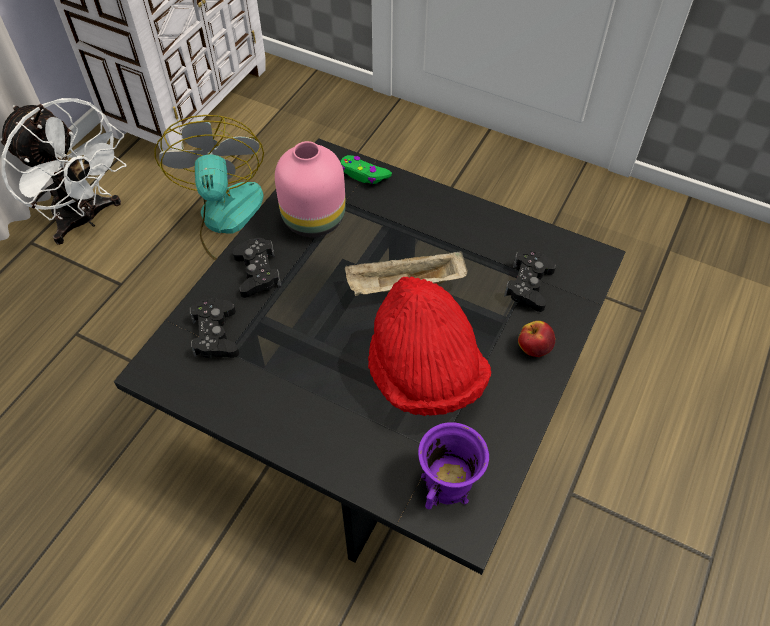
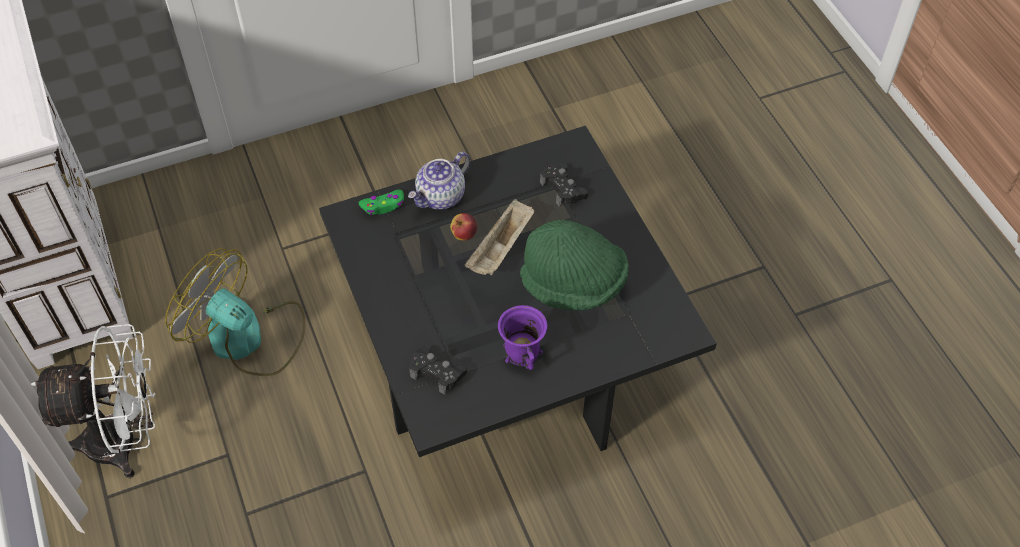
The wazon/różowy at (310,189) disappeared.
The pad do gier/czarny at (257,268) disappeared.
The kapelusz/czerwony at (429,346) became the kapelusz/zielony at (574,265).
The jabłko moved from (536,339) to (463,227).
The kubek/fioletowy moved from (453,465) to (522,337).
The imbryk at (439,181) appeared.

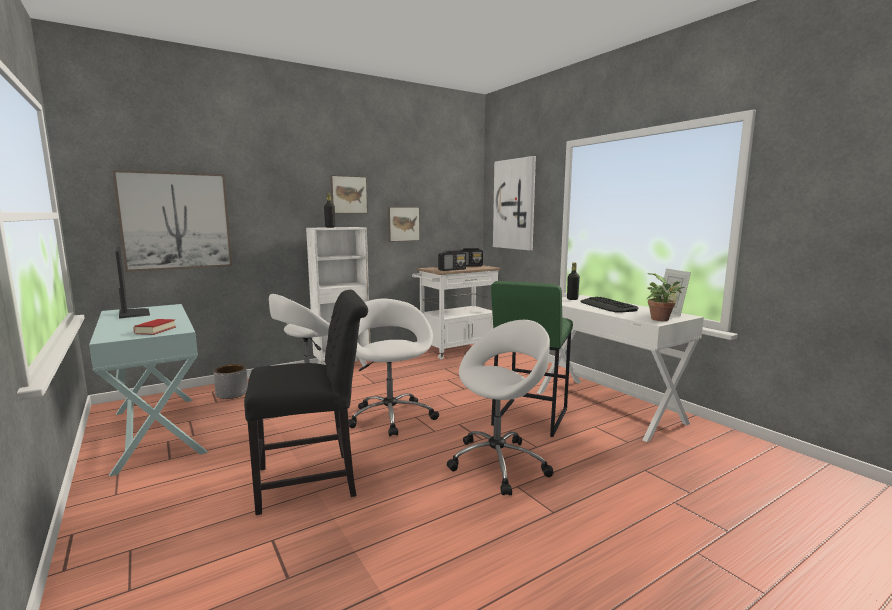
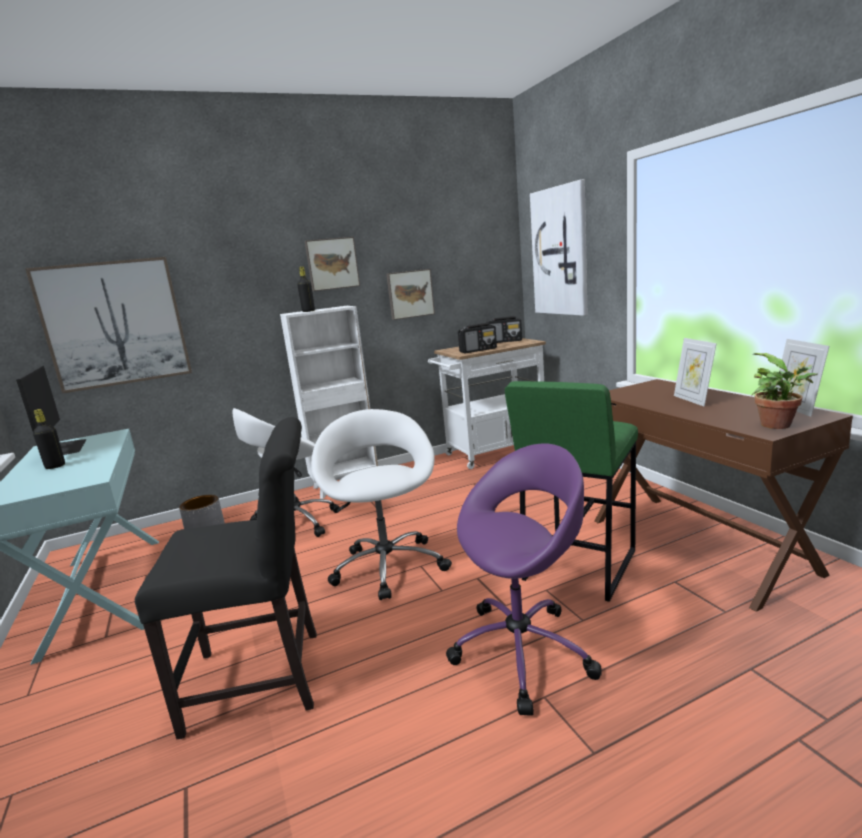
The butelka/czarny moved from (573,281) to (49,439).
The biurko/biały at (620,368) became the biurko/brązowy at (723,495).
The klawiatura at (609,304) was replaced by the ramka na zdjęcie at (695,372).
The książka at (154,327) disappeared.
The krzesło biurowe/biały at (500,407) became the krzesło biurowe/fioletowy at (524,579).

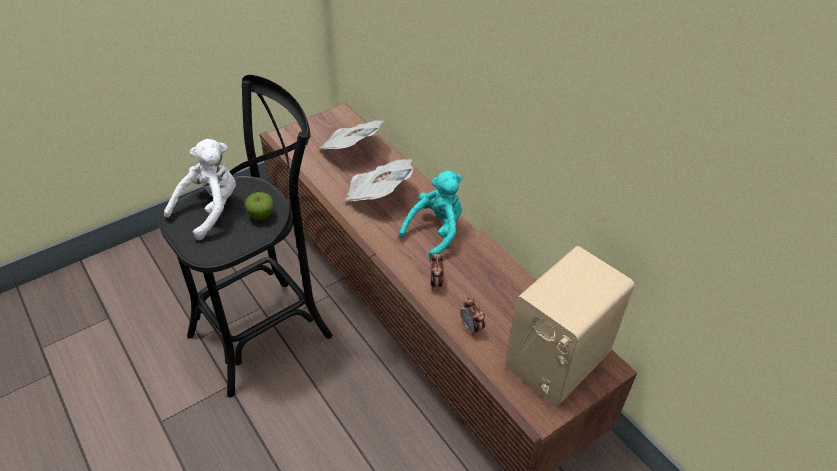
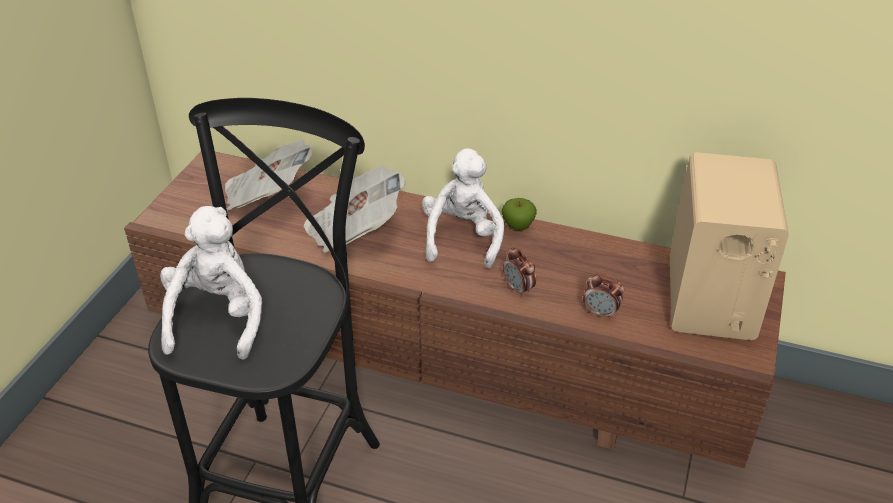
The pluszak/turkusowy at (430,215) became the pluszak/biały at (463,208).
The jabłko moved from (259,206) to (519,214).

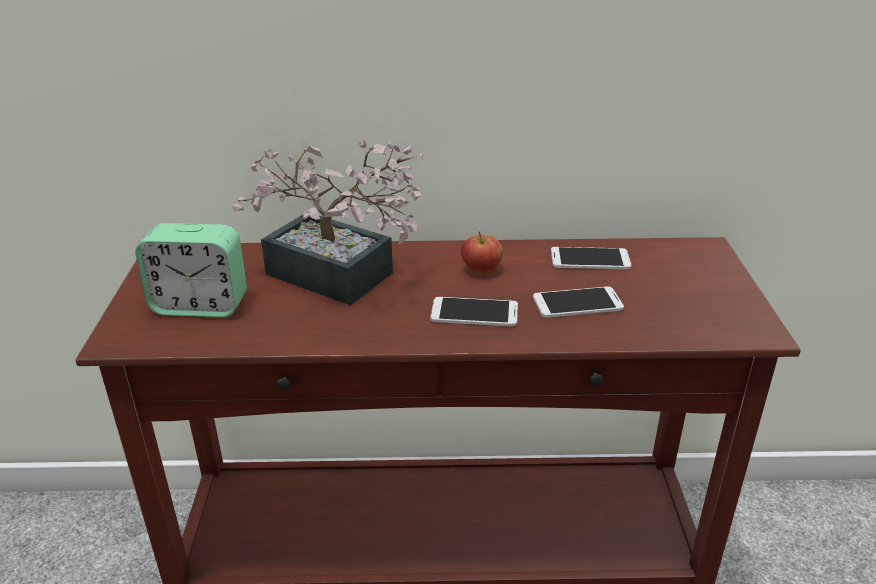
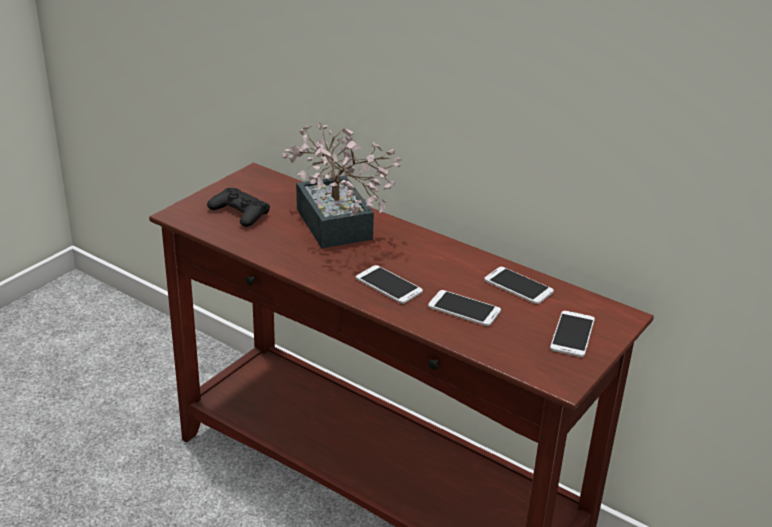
The budzik at (191,270) was replaced by the pad do gier/czarny at (238,207).
The jabłko at (482,252) disappeared.
The telefon at (572,334) appeared.

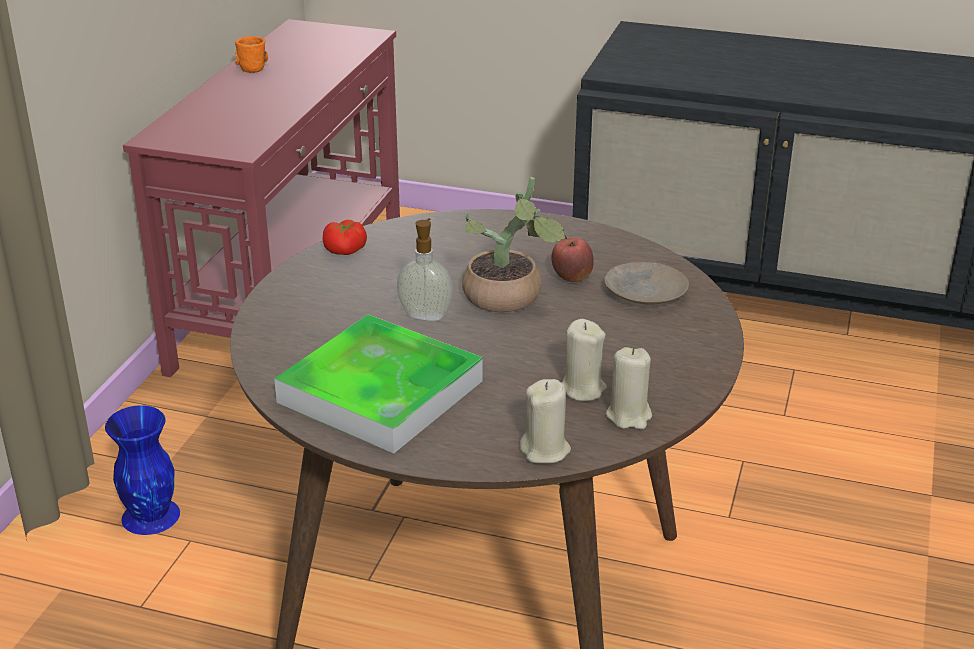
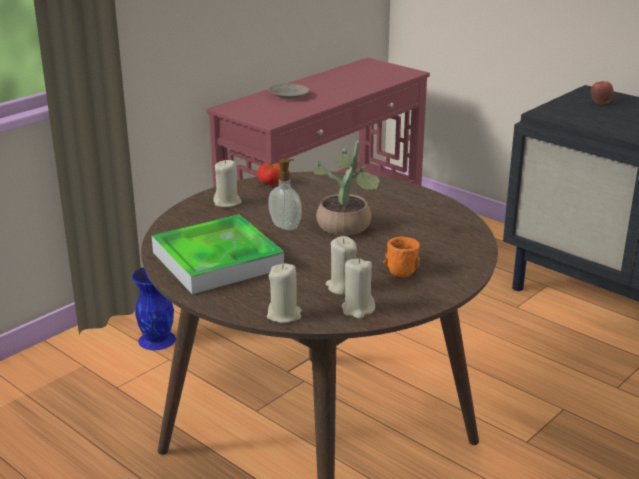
The kubek/pomarańczowy moved from (251,54) to (401,257).
The jabłko moved from (572,259) to (602,92).
The talerz/beżowy moved from (646,283) to (289,91).
The świeca/beżowy at (228,183) appeared.

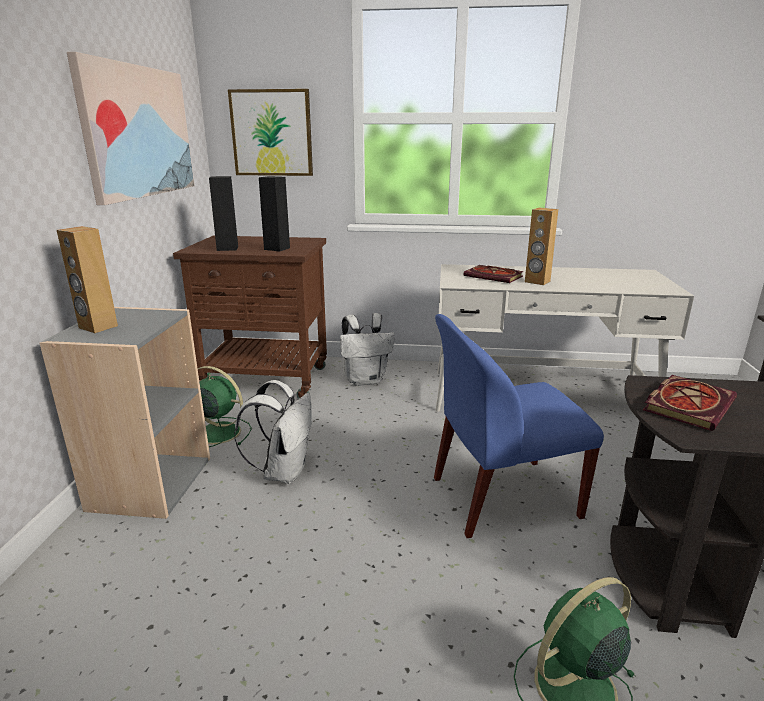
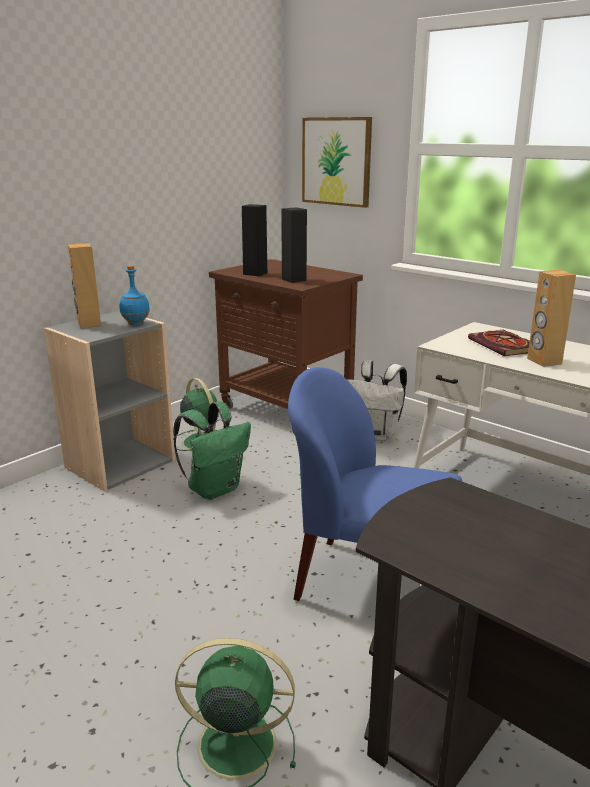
The obraz at (130,128) disappeared.
The książka at (690,403) disappeared.
The plecak/biały at (273,432) became the plecak/zielony at (212,450).
The butelka/niebieski at (135,295) appeared.

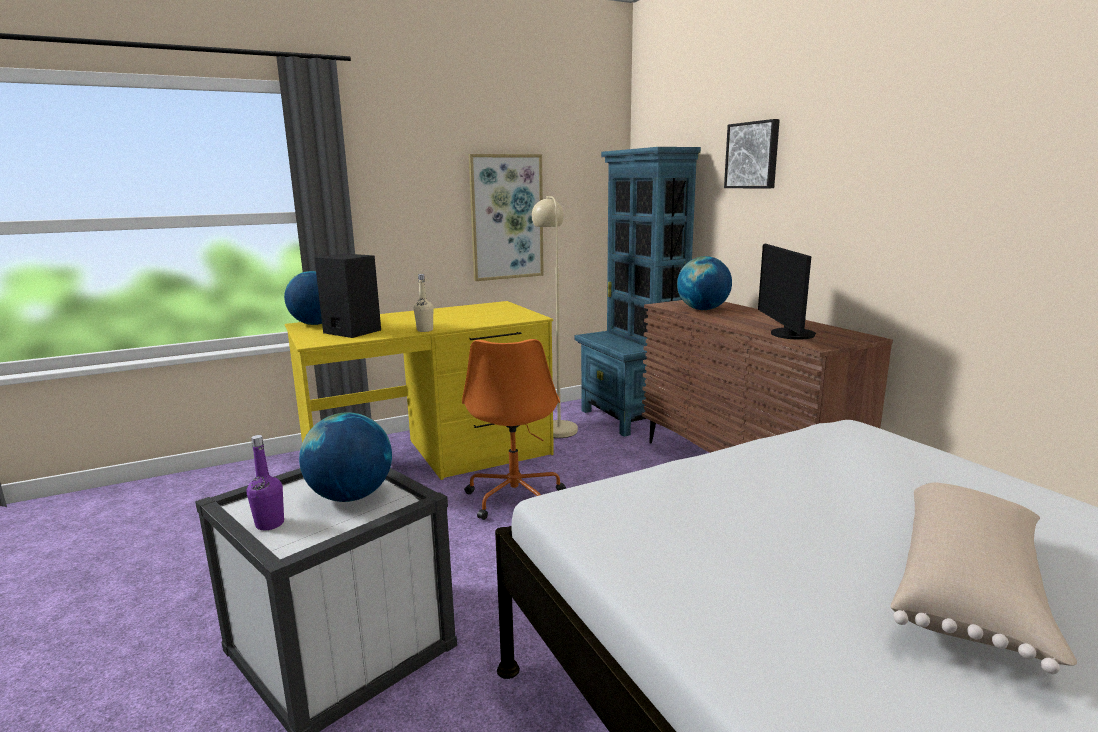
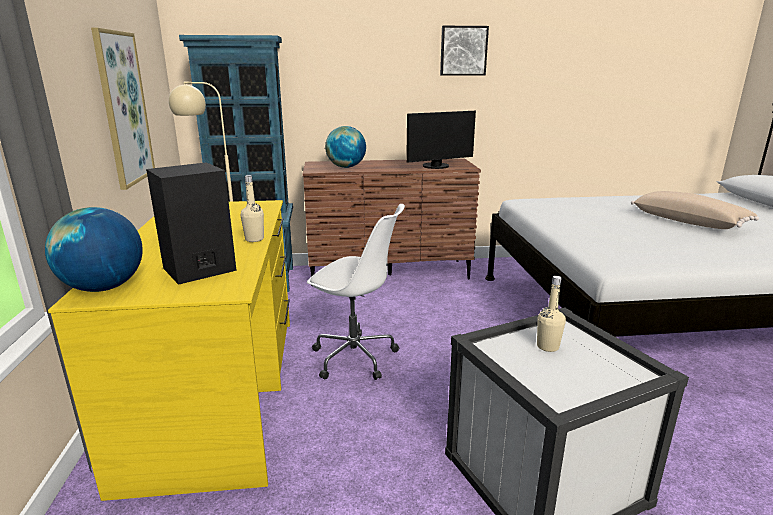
The obraz moved from (752,153) to (464,51).
The monitor at (787,291) turned 45 degrees counterclockwise.
The krzesło biurowe/pomarańczowy at (514,429) became the krzesło biurowe/biały at (356,292).
The globus at (345,457) was replaced by the butelka/beżowy at (551,314).
The butelka/fioletowy at (265,482) disappeared.

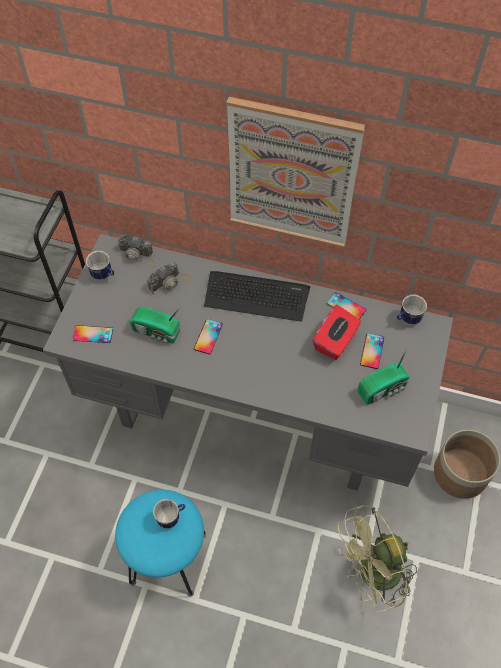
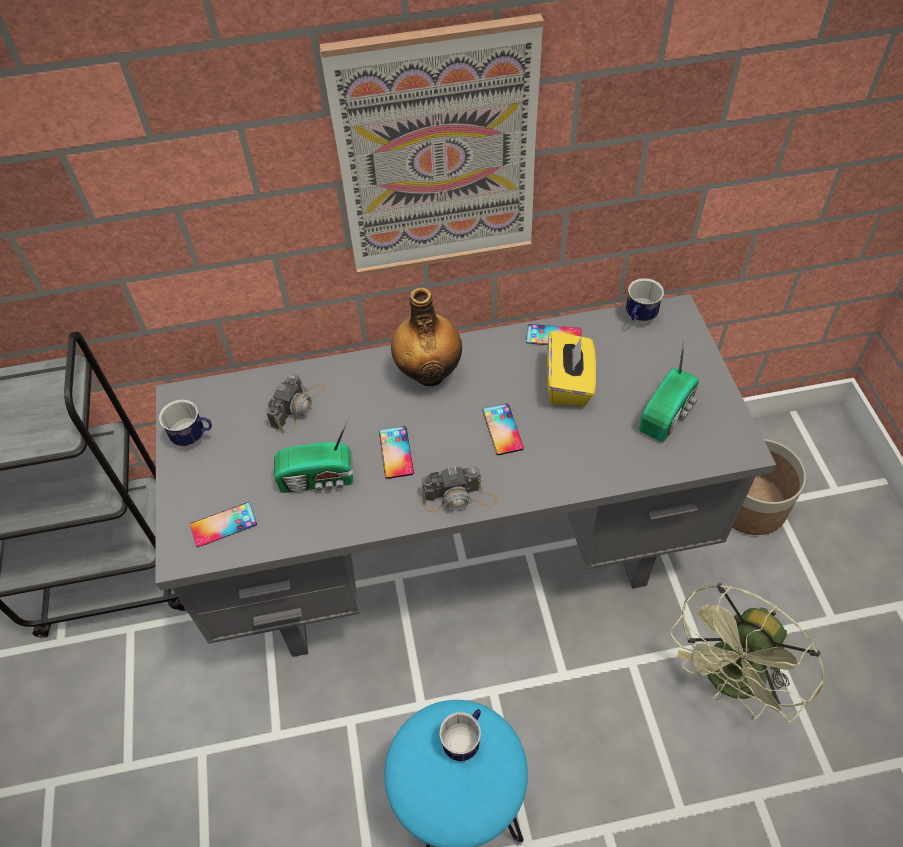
The aparat fotograficzny moved from (136,251) to (460,489).
The klawiatura at (257,296) was replaced by the butelka at (426,337).
The pudełko chusteczek/czerwony at (336,332) became the pudełko chusteczek/żółty at (572,368).
The telefon moved from (372,351) to (503,429).

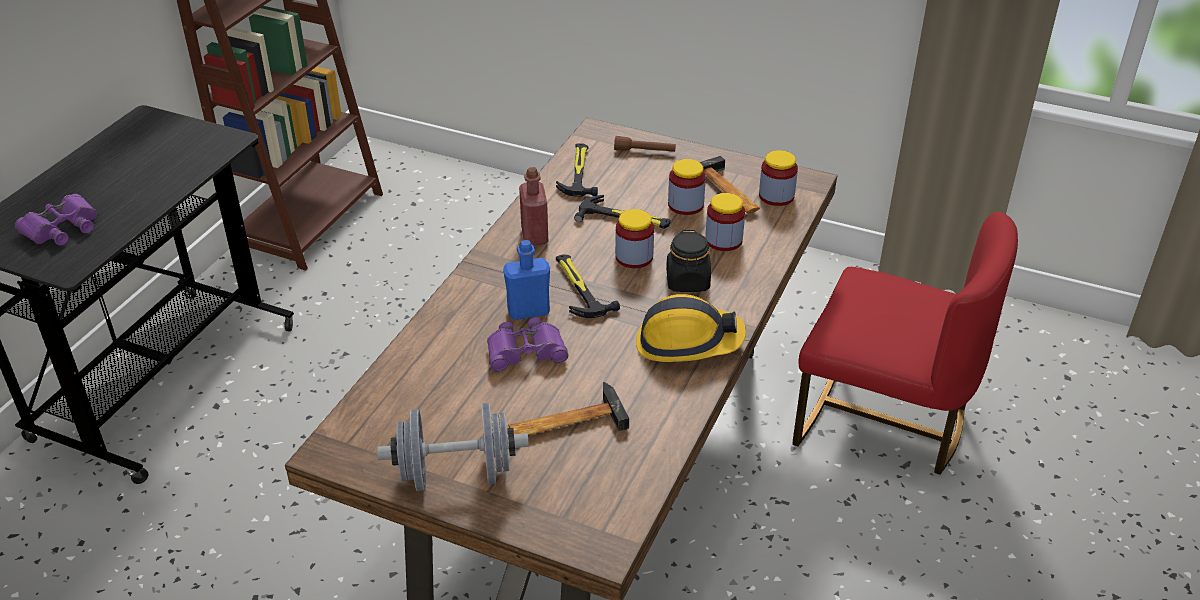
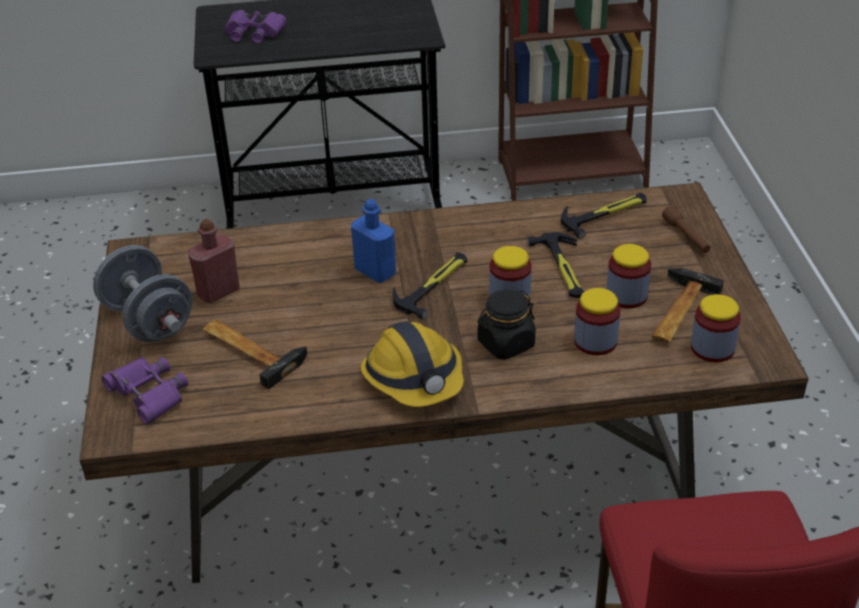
The butelka/czerwony moved from (533,206) to (214,261).
The lornetka/fioletowy moved from (527,345) to (145,391).

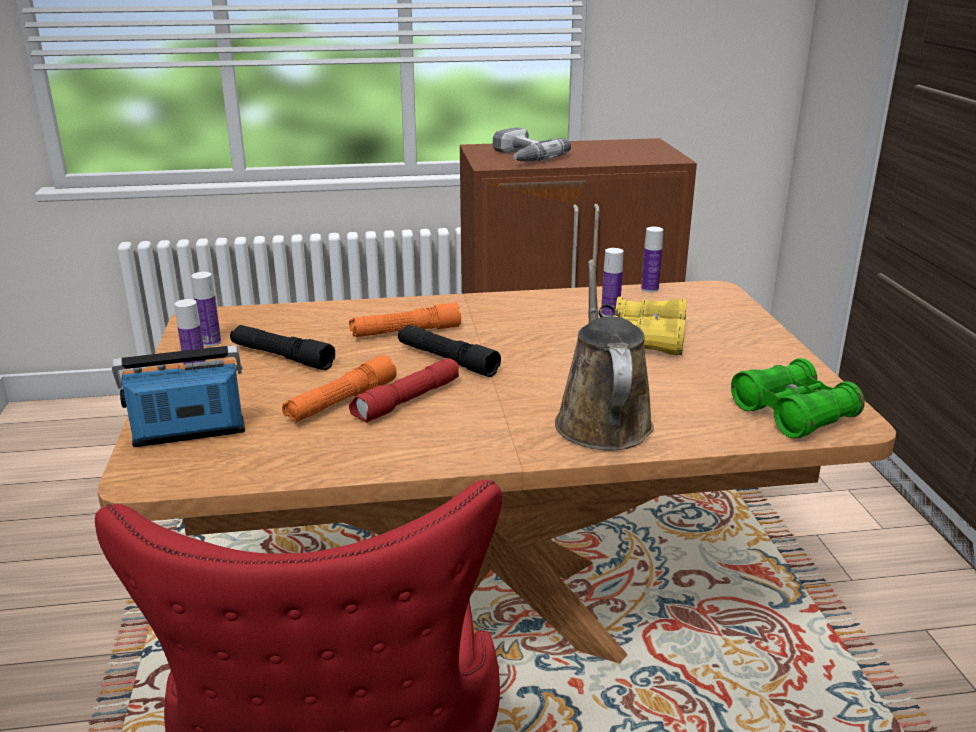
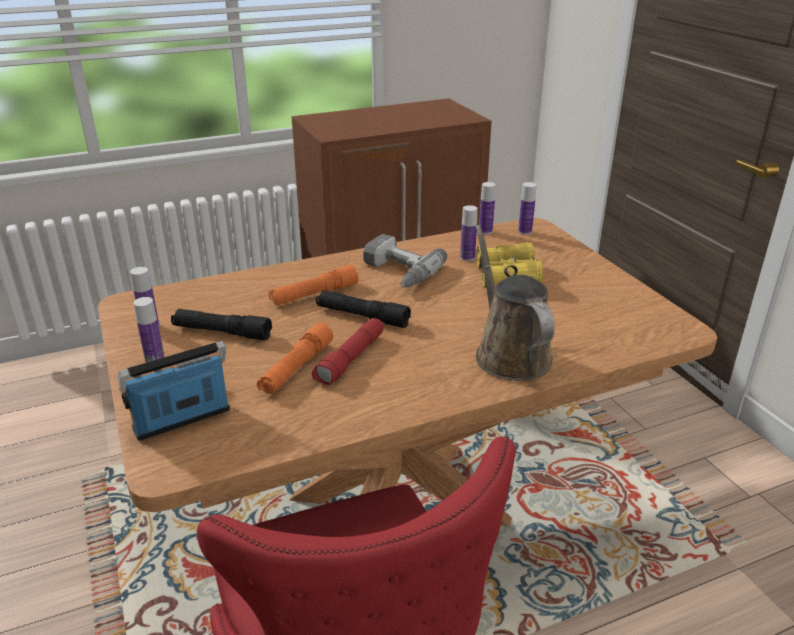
The wiertarka moved from (532,144) to (405,261).
The lornetka/zielony at (798,398) disappeared.
The butelka at (527,208) appeared.

